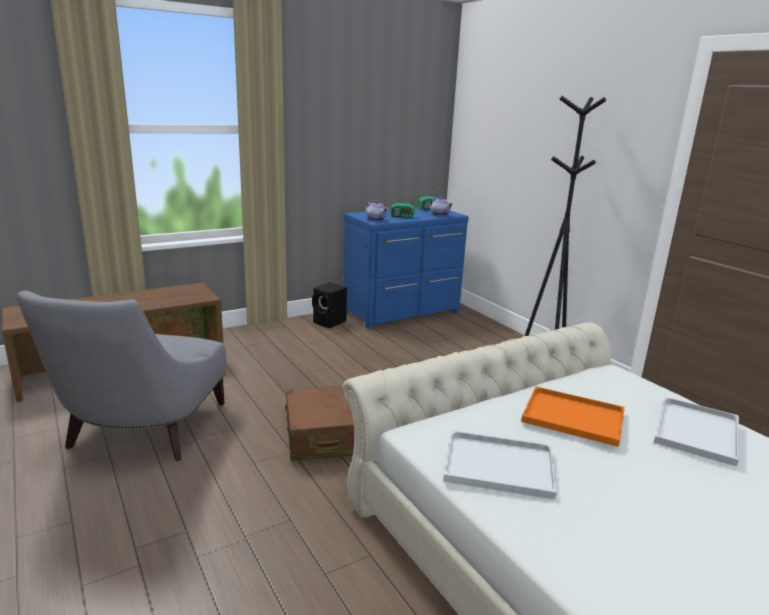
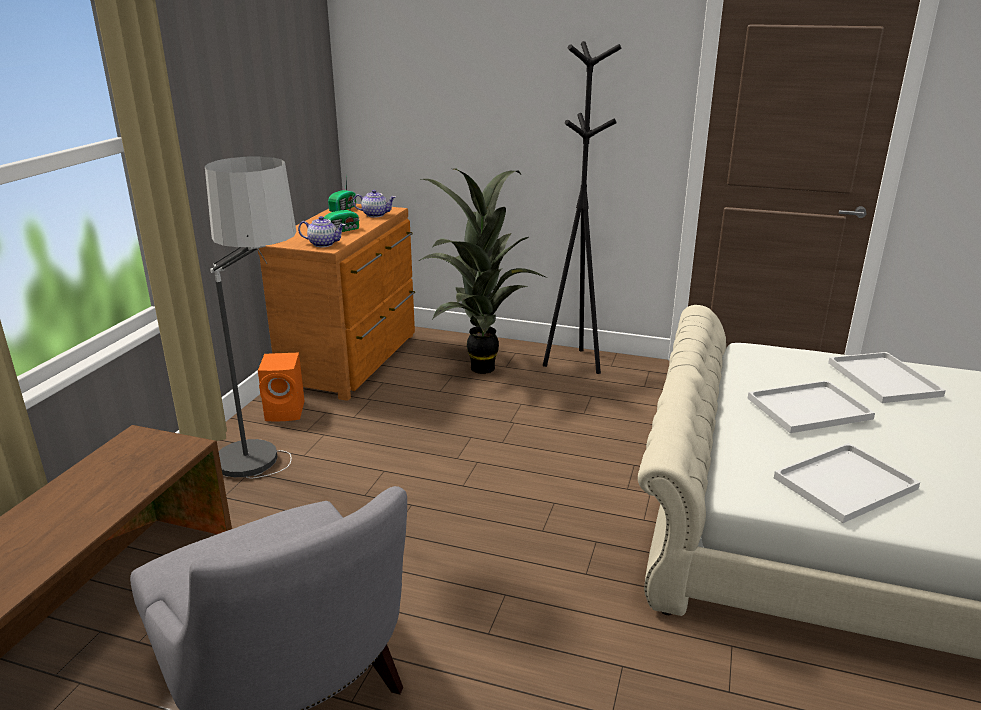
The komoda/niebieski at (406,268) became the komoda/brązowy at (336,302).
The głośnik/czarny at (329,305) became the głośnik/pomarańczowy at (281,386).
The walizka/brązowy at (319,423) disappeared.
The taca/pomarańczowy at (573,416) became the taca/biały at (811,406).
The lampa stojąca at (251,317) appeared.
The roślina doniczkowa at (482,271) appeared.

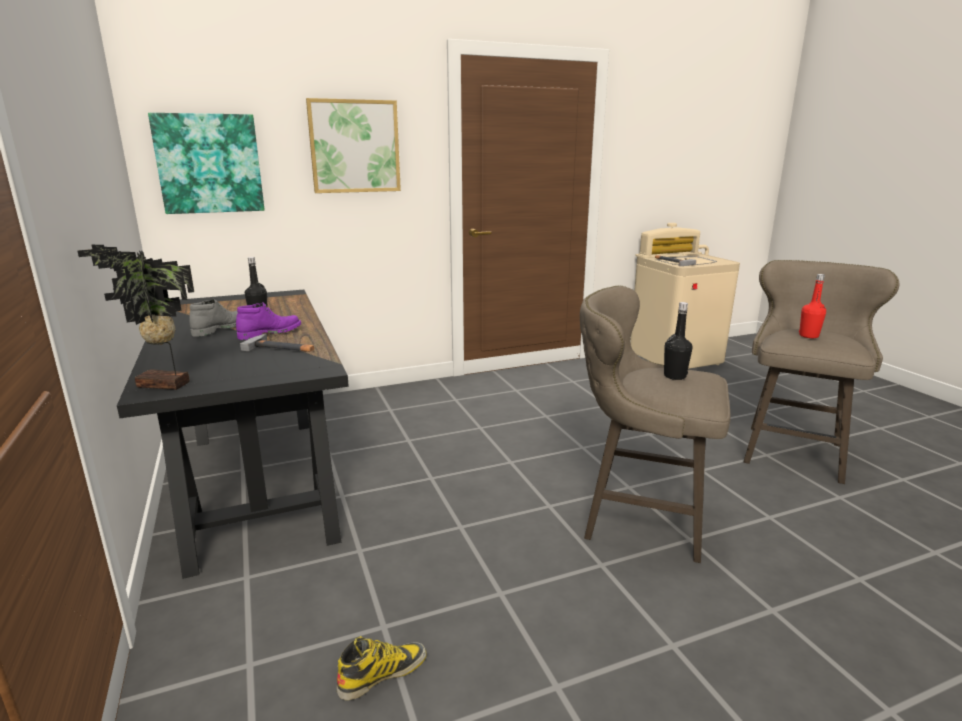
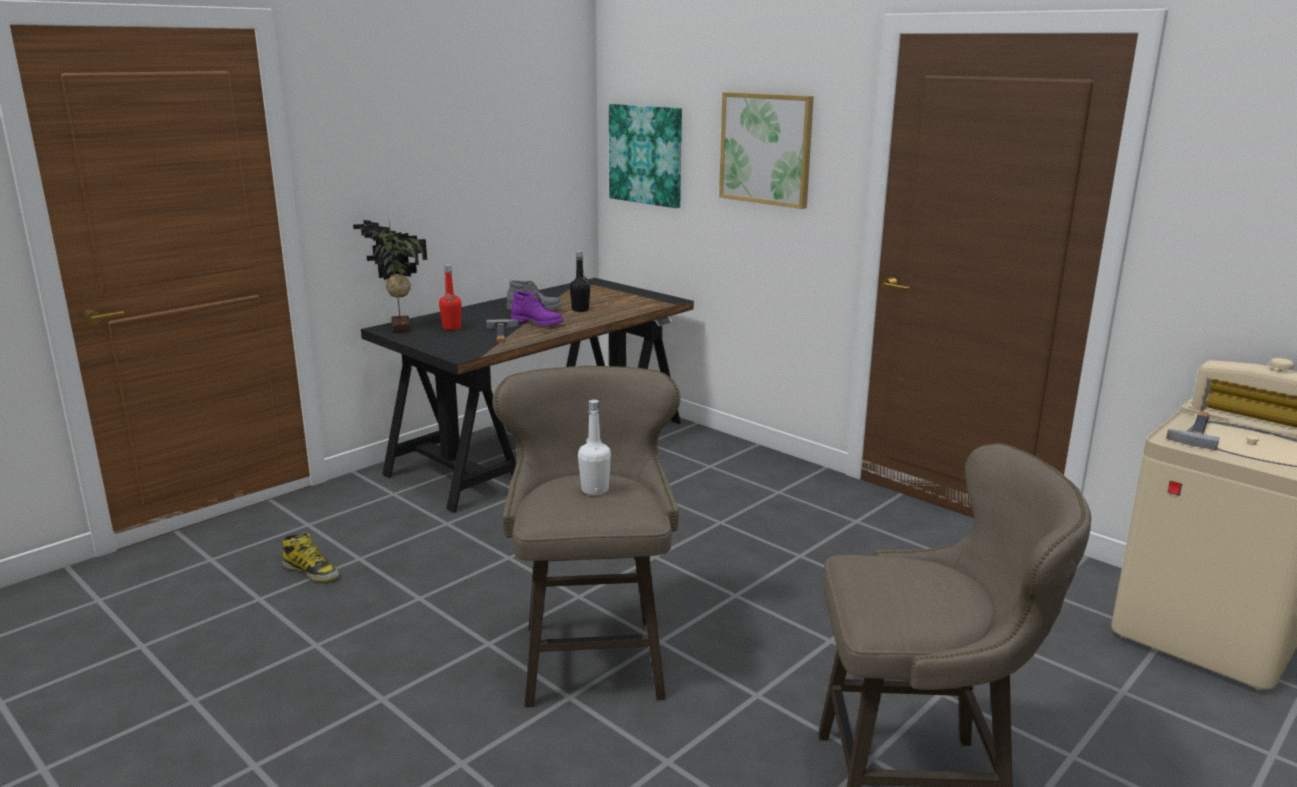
The butelka/czerwony moved from (812,306) to (450,297).
The butelka/czarny at (678,341) became the butelka/biały at (594,447).

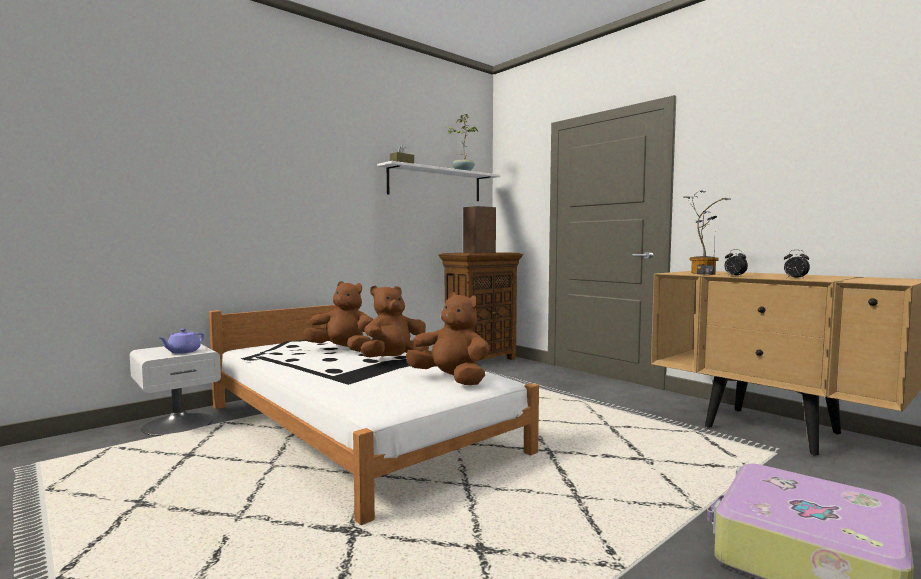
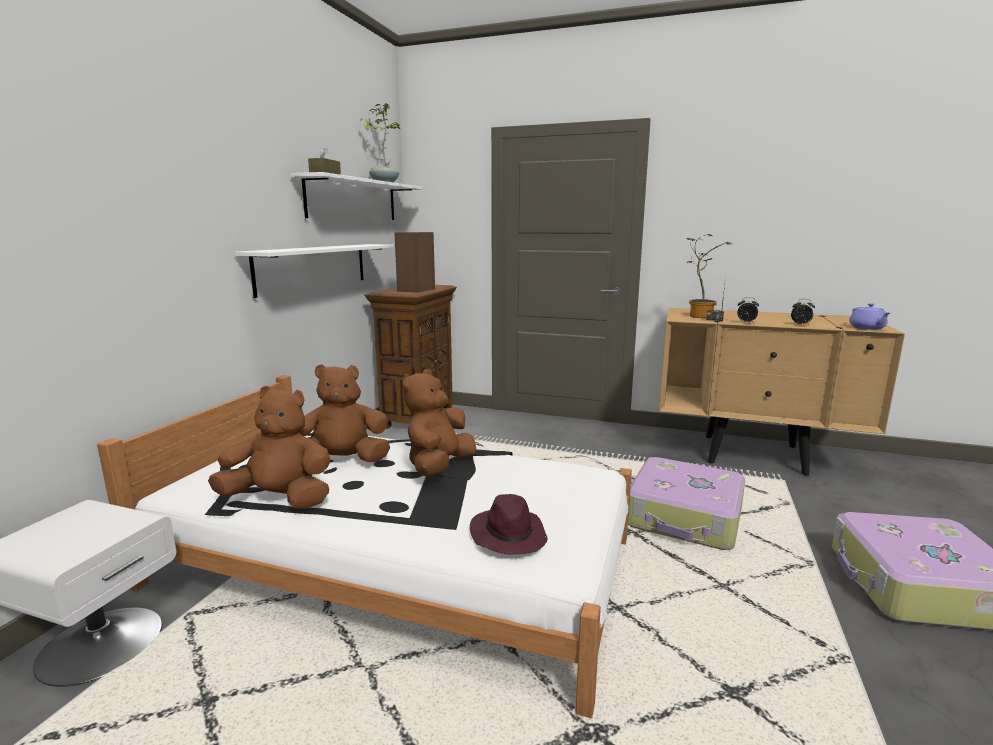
The pluszak/brązowy moved from (447,338) to (269,447).
The imbryk/fioletowy moved from (181,341) to (869,316).
The półka/biały at (314,271) appeared.
The walizka at (686,503) appeared.
The kapelusz/fioletowy at (509,524) appeared.

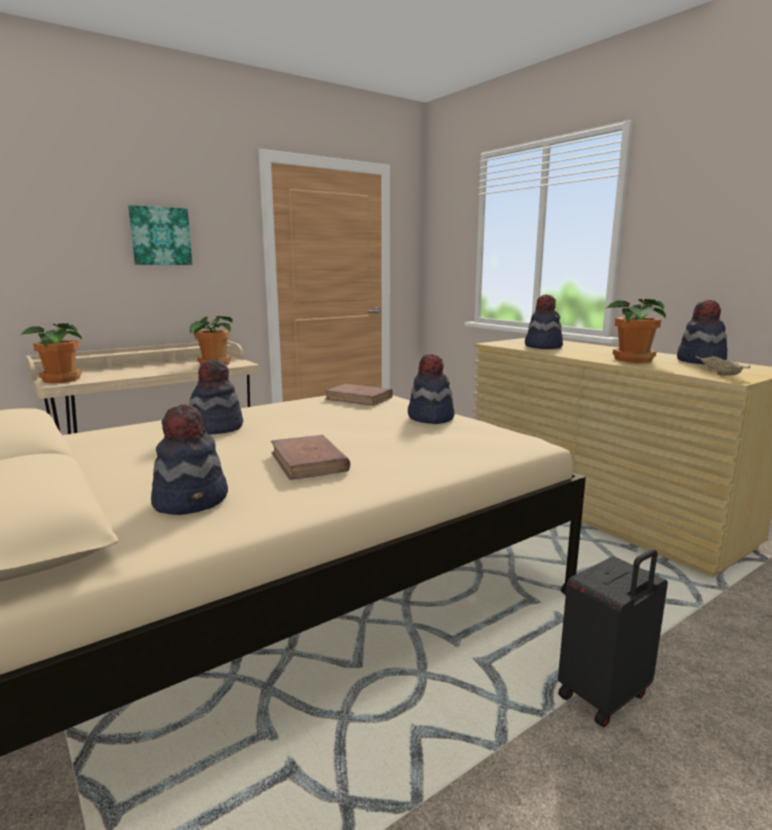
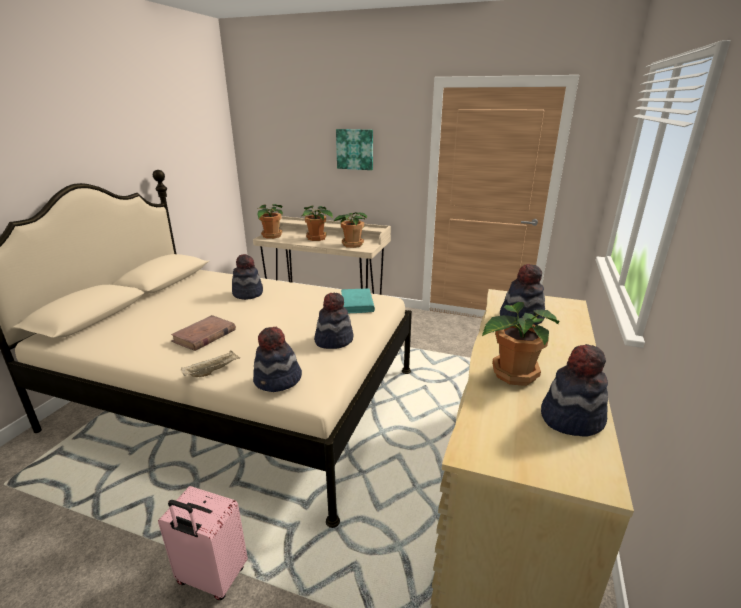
The taca/beżowy moved from (723,365) to (210,364).
The książka/brązowy at (359,395) became the książka/turkusowy at (358,300).
The kapelusz moved from (189,459) to (277,359).
The walizka/czarny at (613,638) became the walizka/różowy at (203,543).
The roślina doniczkowa at (317,223) appeared.

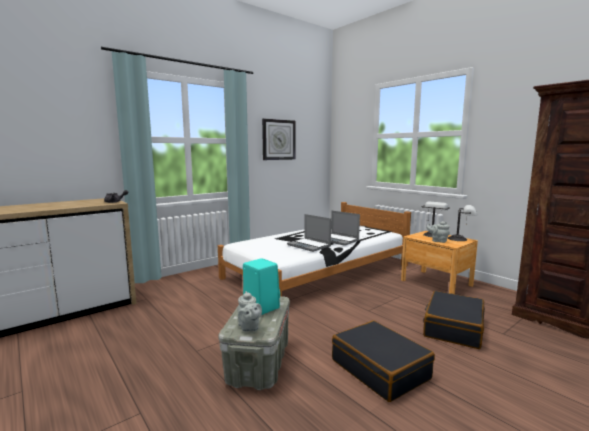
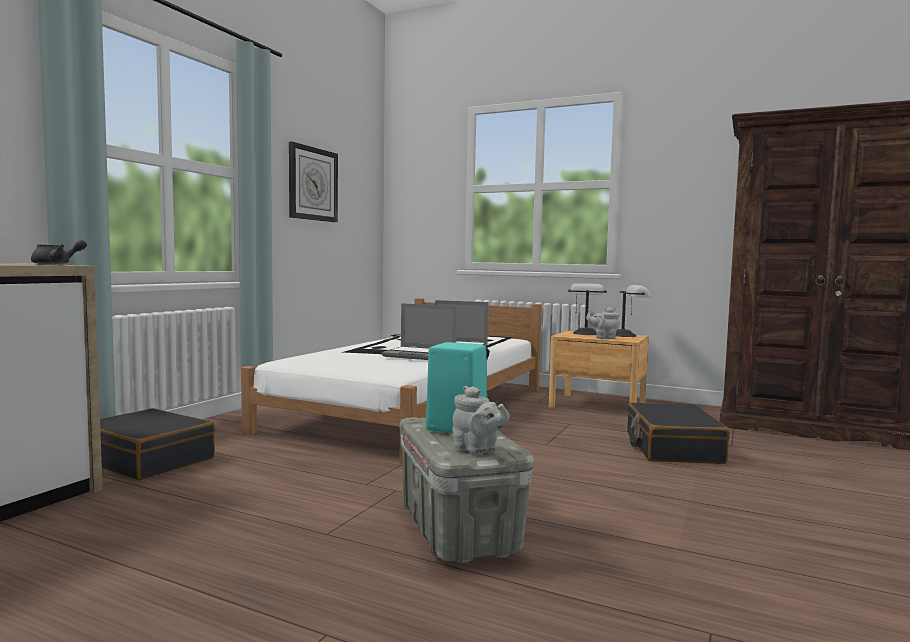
The walizka/czarny moved from (383,361) to (157,444).

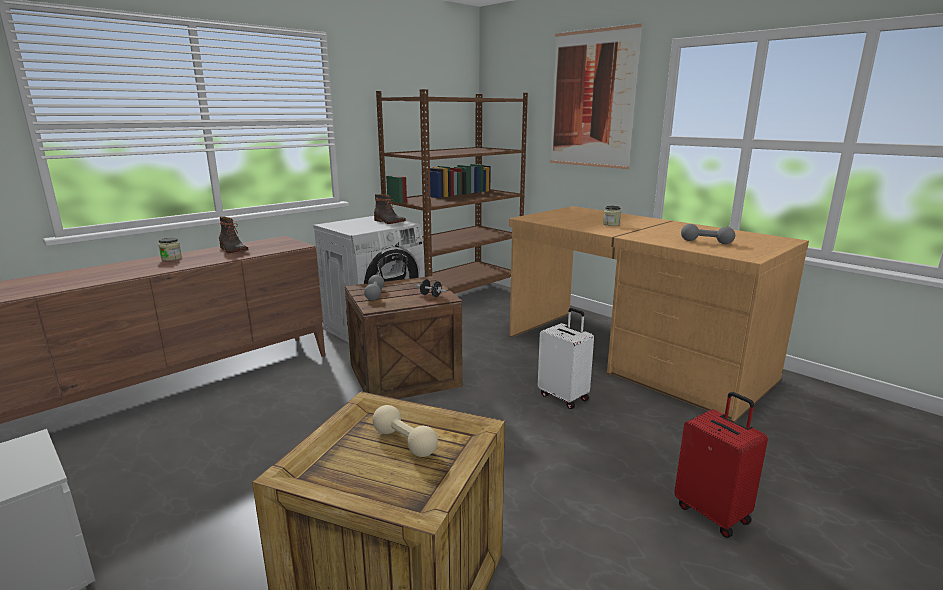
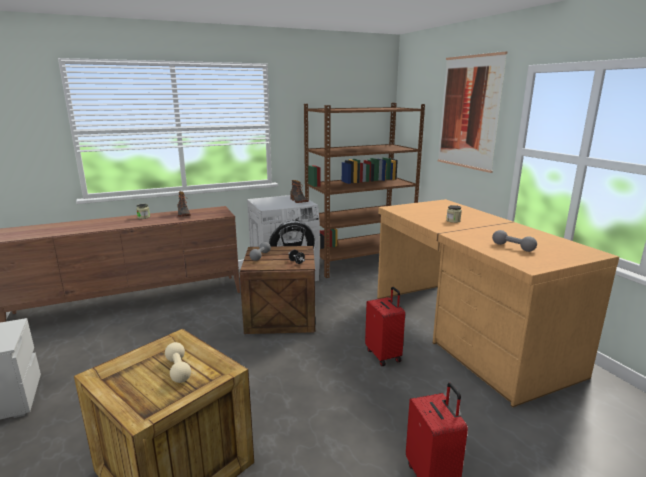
The walizka/biały at (566,358) became the walizka/czerwony at (385,326).

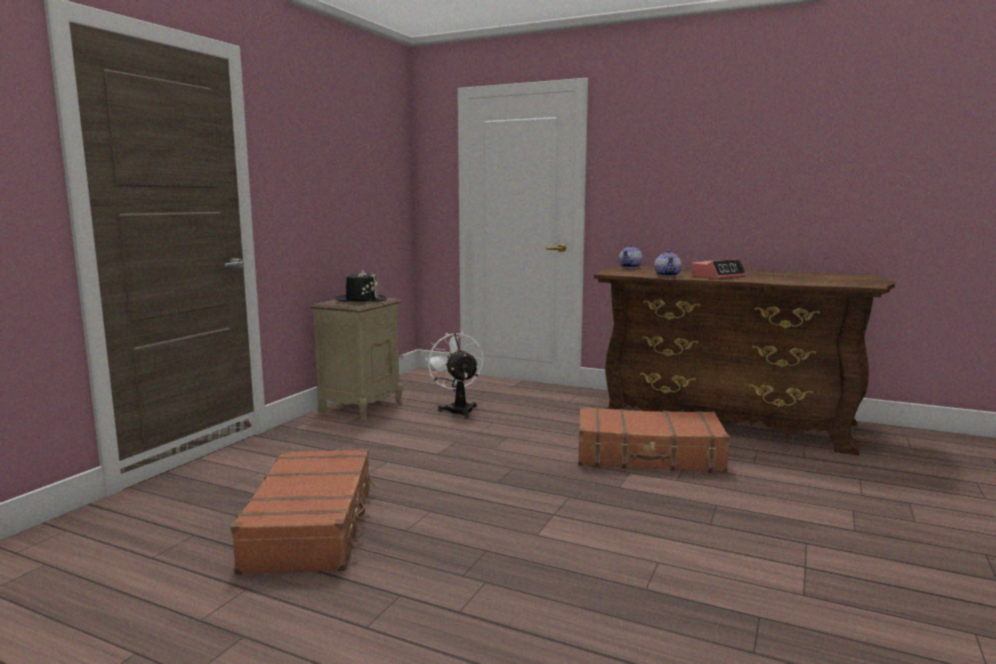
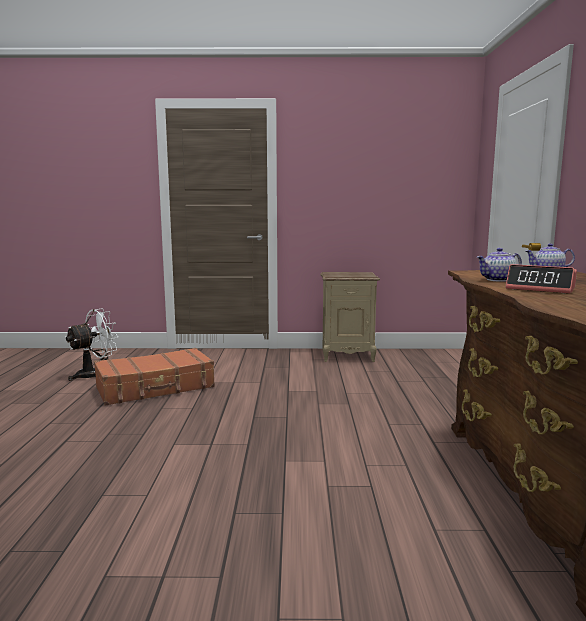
The kapelusz/czarny at (361,286) disappeared.
The wentylator/biały moved from (454,376) to (92,345).
The walizka/brązowy at (654,440) disappeared.

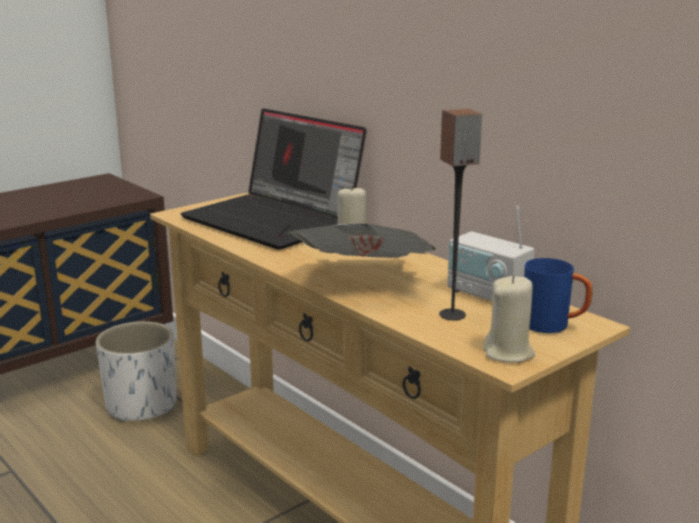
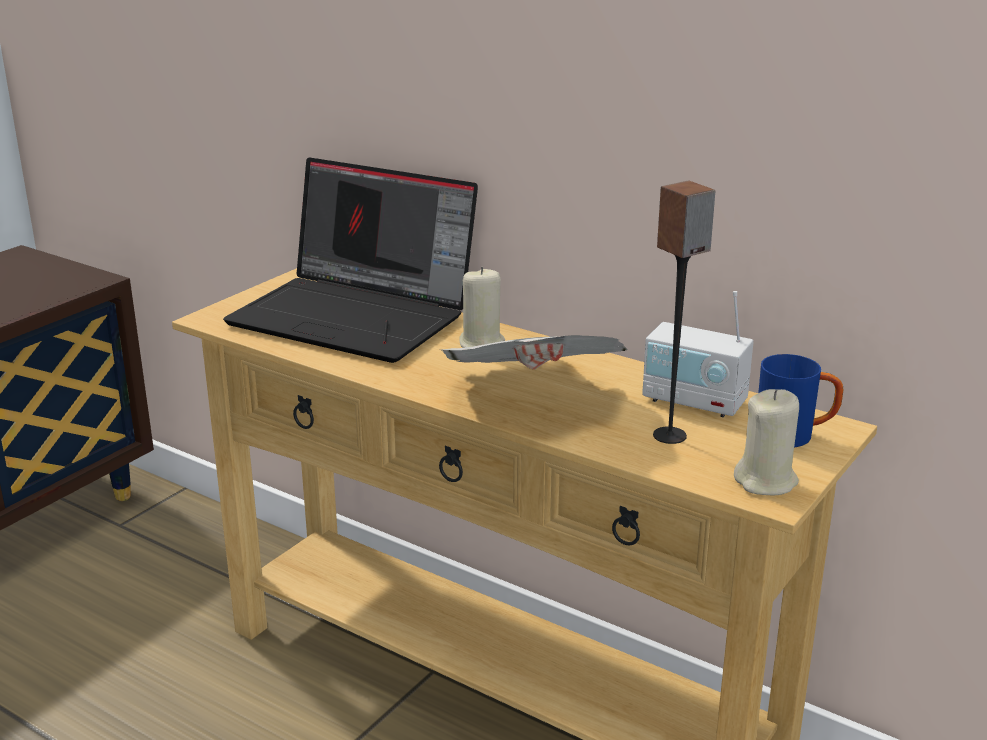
The donica/biały at (136,372) disappeared.

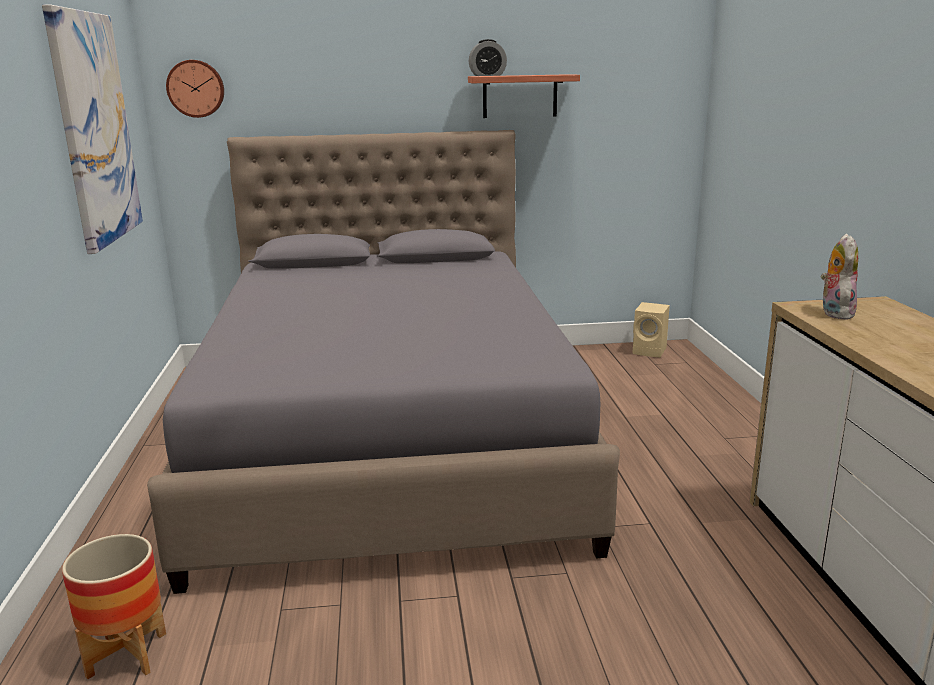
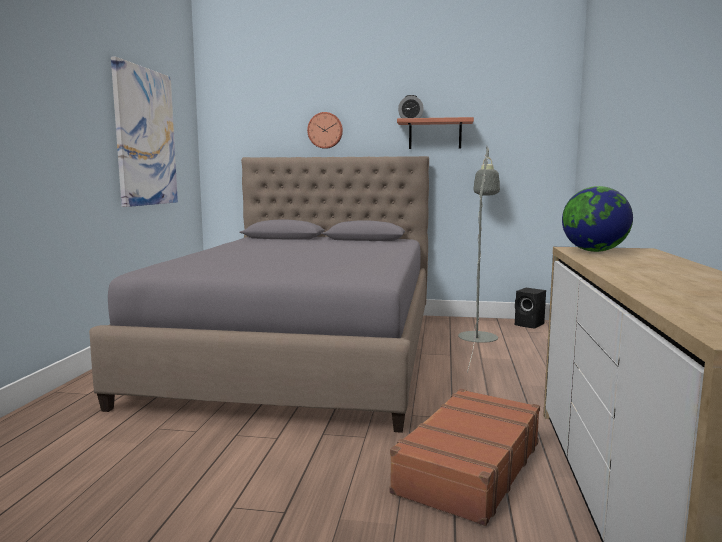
The zegar ścienny moved from (195,89) to (325,130).
The pluszak at (839,277) was replaced by the globus at (597,219).
The głośnik/beżowy at (651,329) became the głośnik/czarny at (530,308).
The donica at (114,606) disappeared.
The lampa stojąca/szary at (479,259) appeared.
The walizka/brązowy at (464,457) appeared.

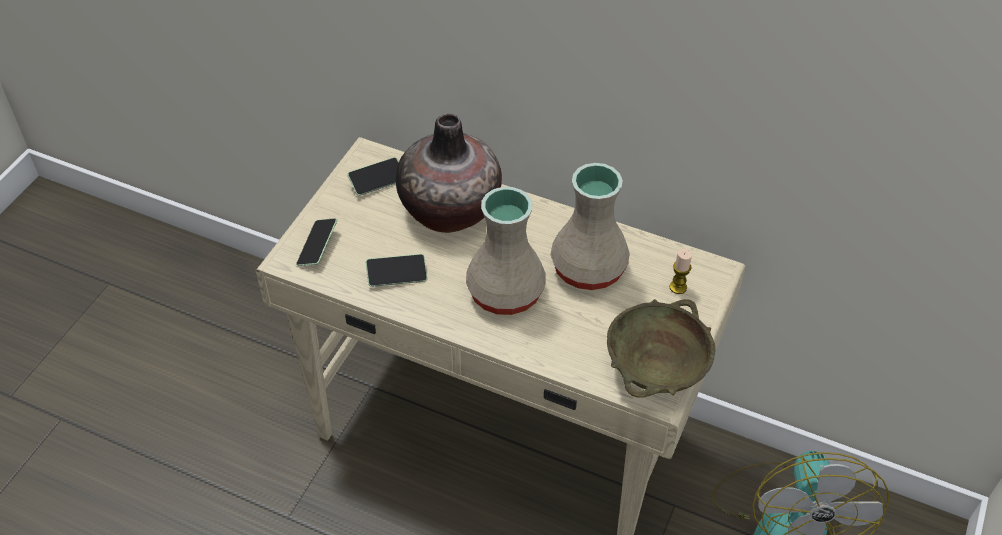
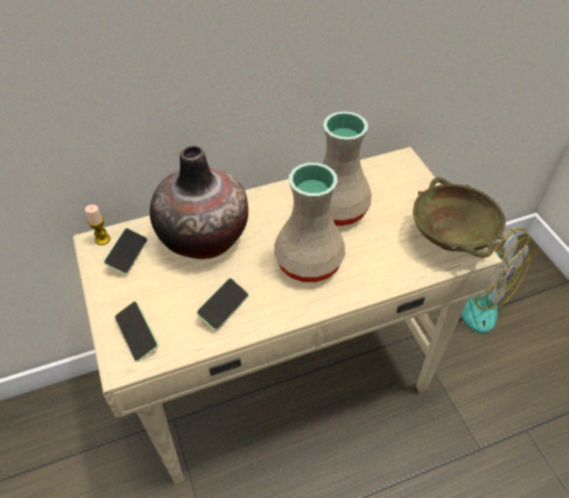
The świeca moved from (681,271) to (97,225).

